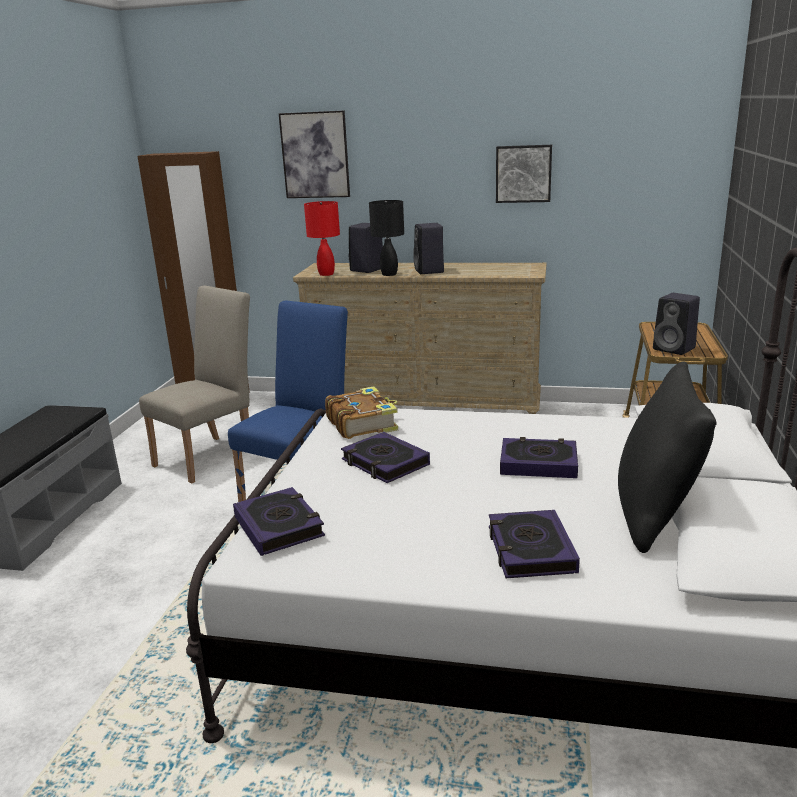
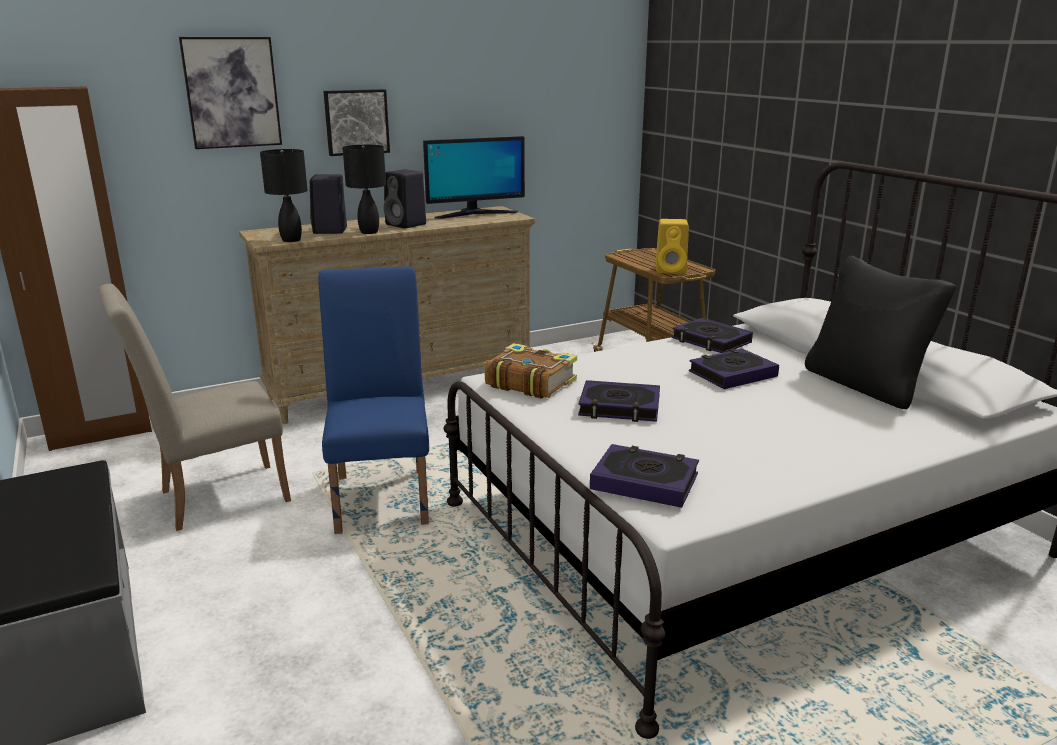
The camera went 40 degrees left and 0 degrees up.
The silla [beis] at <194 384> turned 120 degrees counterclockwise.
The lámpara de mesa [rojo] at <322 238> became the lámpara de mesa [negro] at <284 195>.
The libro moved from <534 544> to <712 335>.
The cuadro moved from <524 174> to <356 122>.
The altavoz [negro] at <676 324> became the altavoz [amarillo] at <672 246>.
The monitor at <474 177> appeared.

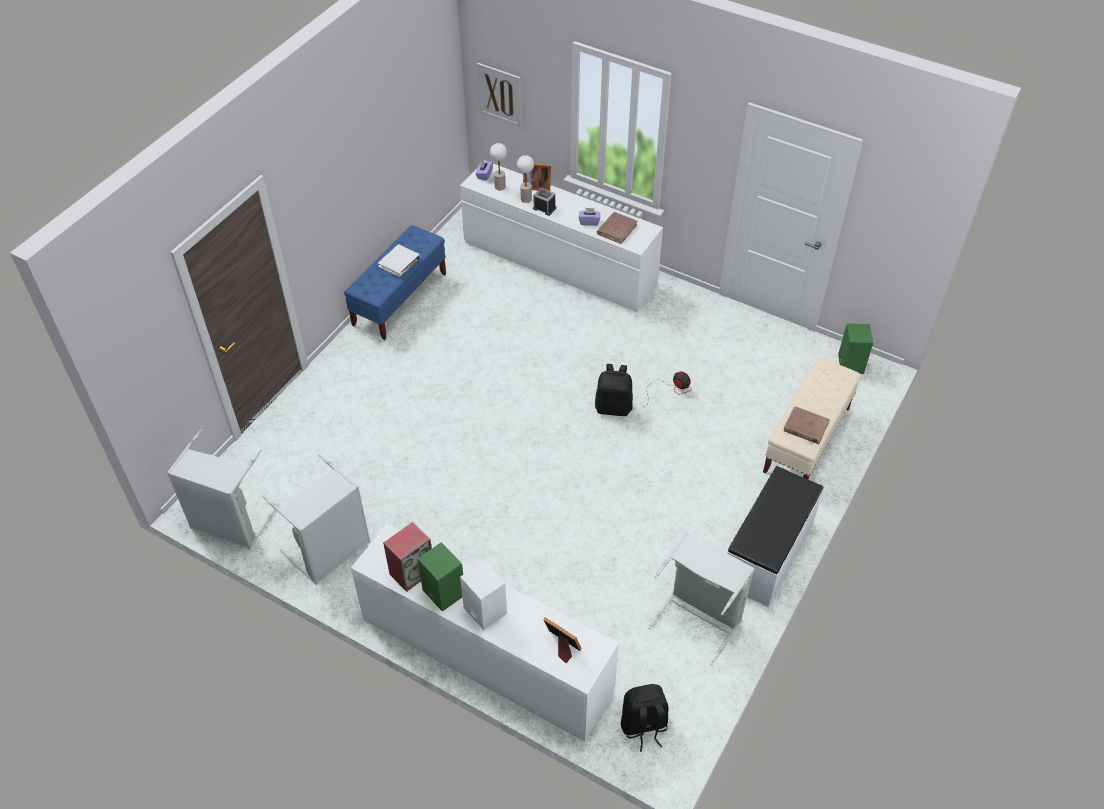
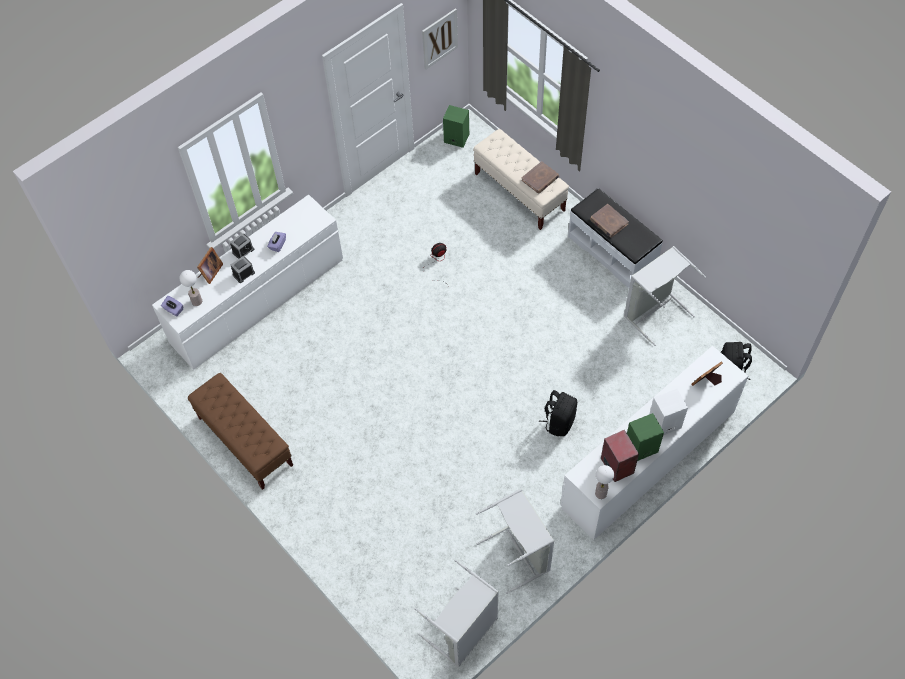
The camera went 70 degrees left and 10 degrees up.
The banco [azul] at <395 282> became the banco [marrón] at <240 431>.
The libro [blanco] at <399 260> disappeared.
The cuadro moved from <499 95> to <440 39>.
The lámpara de mesa moved from <525 179> to <604 482>.
The mochila [negro] moved from <614 390> to <558 413>.
The libro [marrón] moved from <617 228> to <609 221>.
The despertador at <242 246> appeared.

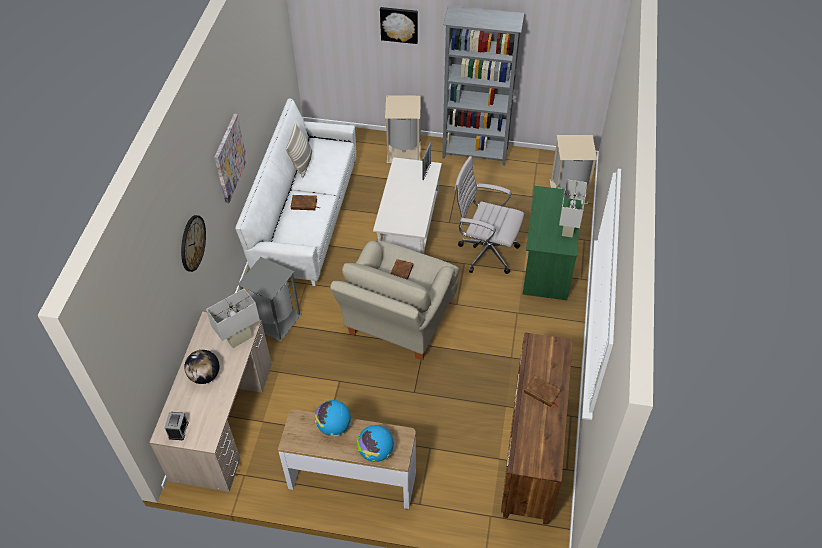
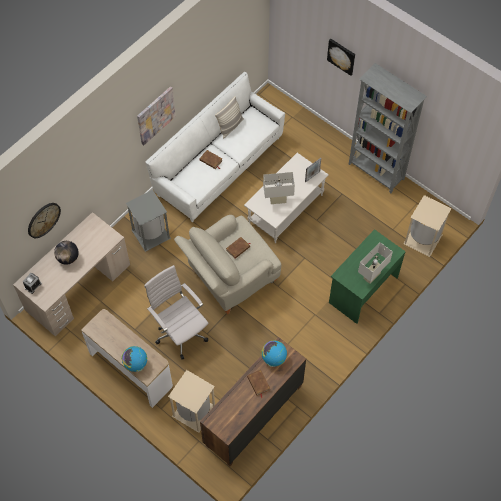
The camera went 30 degrees right and 10 degrees up.
The reloj de pared moved from <193 243> to <44 220>.
The lámpara de mesa [blanco] moved from <233 318> to <279 188>.
The globo terráqueo moved from <333 418> to <274 353>.
The papelera [beis] moved from <403 129> to <191 401>.
The silla de oficina [blanco] moved from <489 215> to <176 312>.

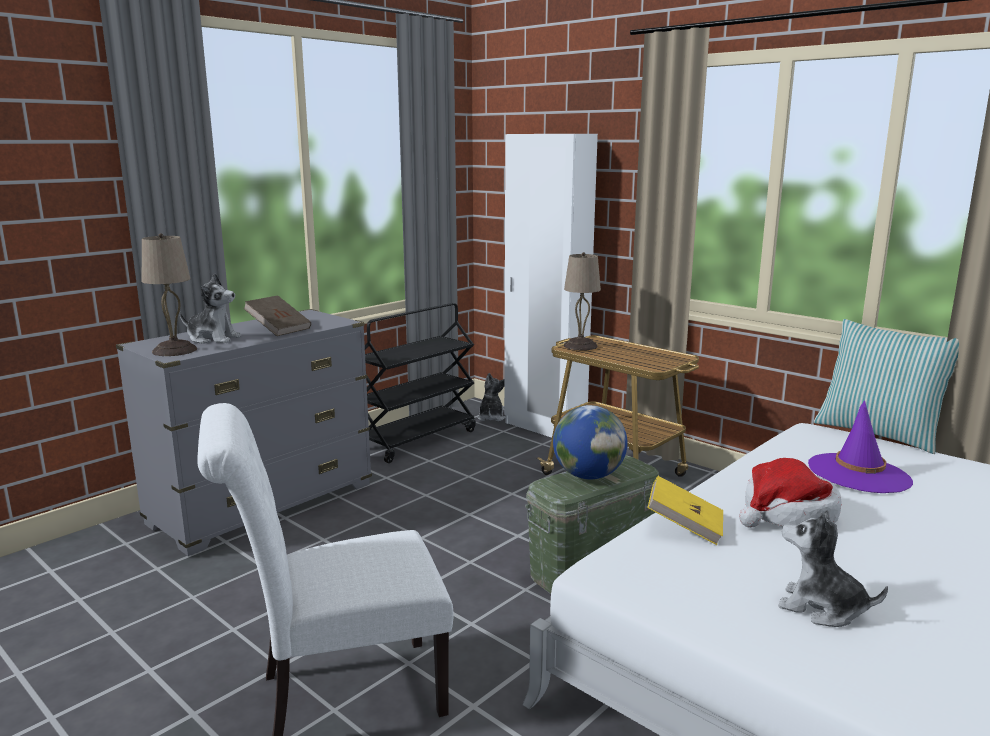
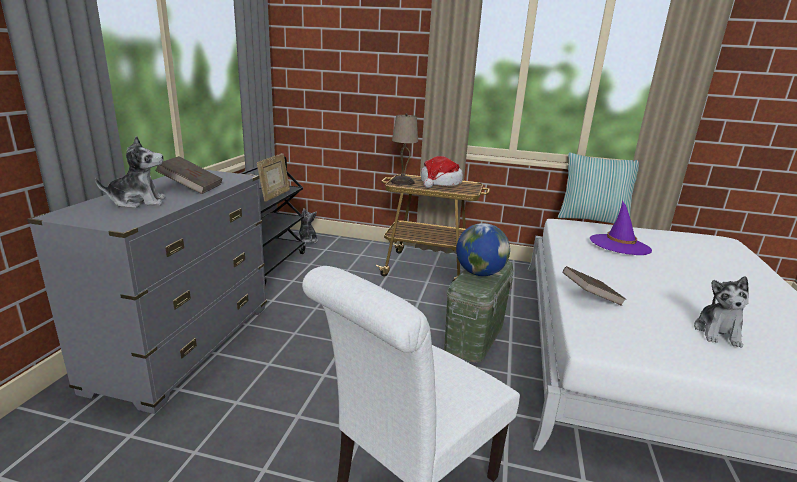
The camera went 30 degrees left and 5 degrees up.
The lámpara de mesa [beis] at <169 294> disappeared.
The armario ropero [blanco] at <551 286> disappeared.
The libro [amarillo] at <685 510> became the libro [marrón] at <594 286>.
The sombrero moved from <790 493> to <442 172>.
The peluche at <833 568> turned 75 degrees counterclockwise.
The portarretratos at <273 177> appeared.

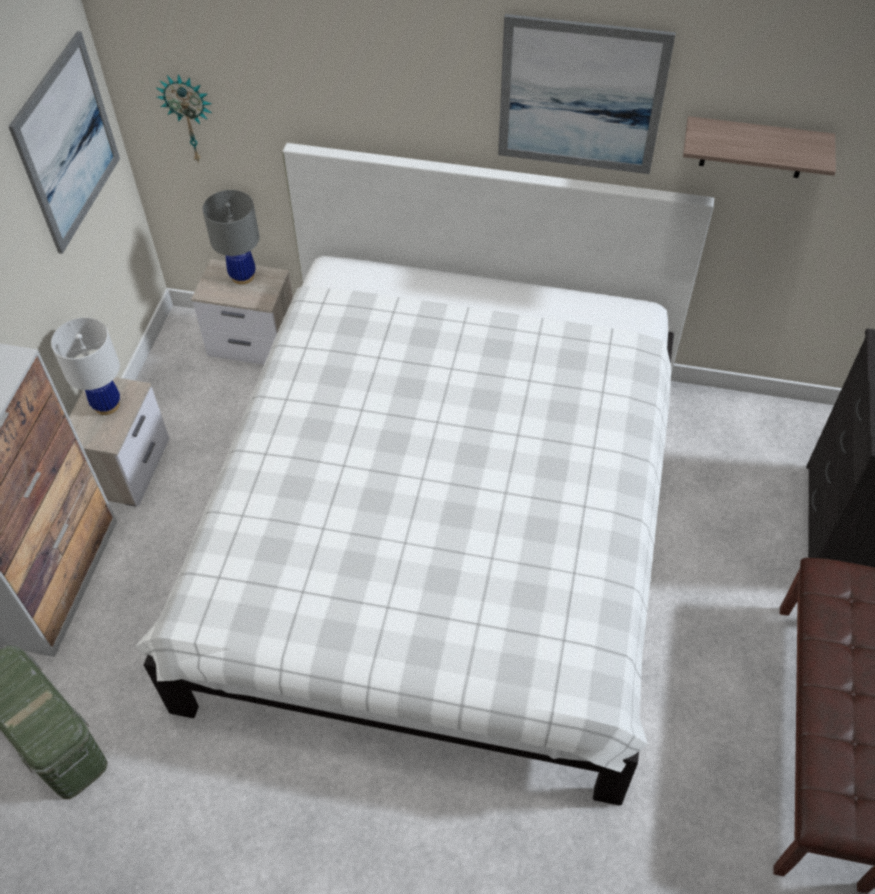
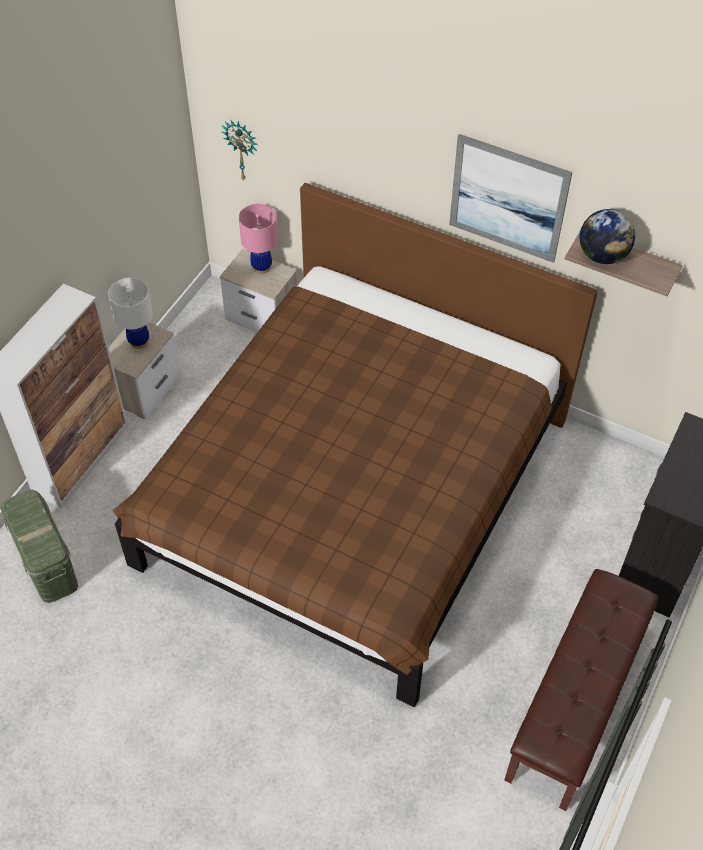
The camera went 15 degrees right and 0 degrees up.
The cuadro at <64 142> disappeared.
The cama [blanco] at <424 474> became the cama [marrón] at <355 445>.
The lámpara de mesa [gris] at <231 237> became the lámpara de mesa [rosa] at <258 239>.
The globo terráqueo at <607 236> appeared.

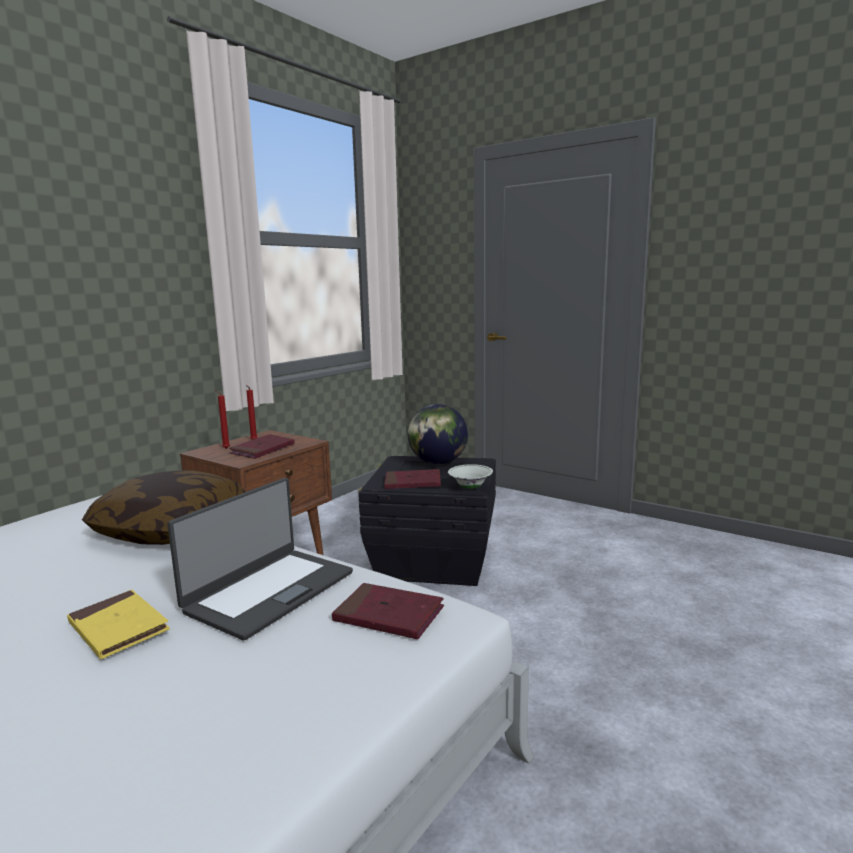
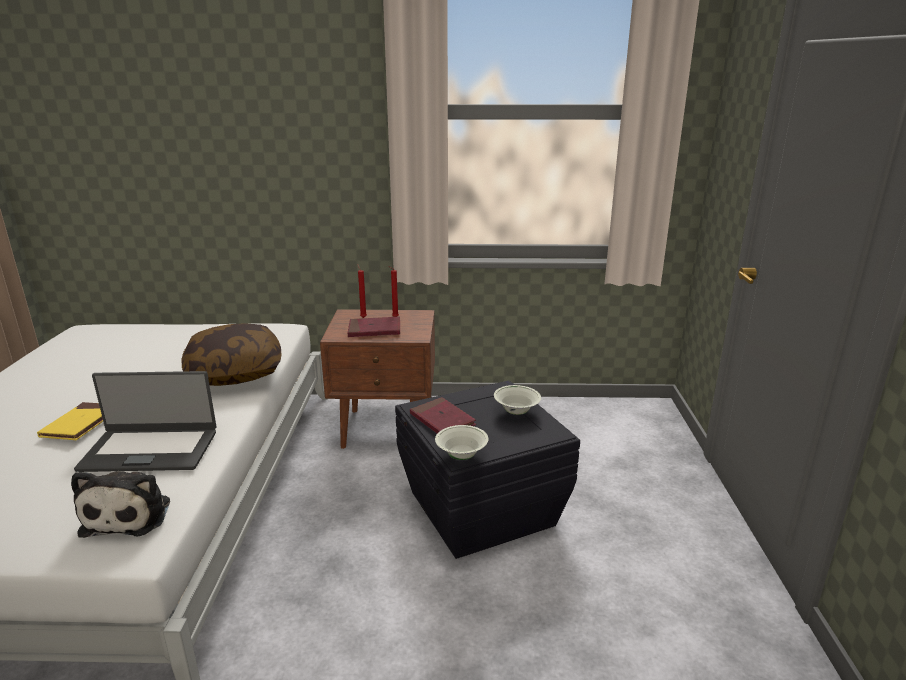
The camera went 55 degrees right and 10 degrees up.
The libro [rojo] at <388 611> was replaced by the peluche at <120 504>.
The globo terráqueo at <438 434> was replaced by the cuenco [blanco] at <517 400>.

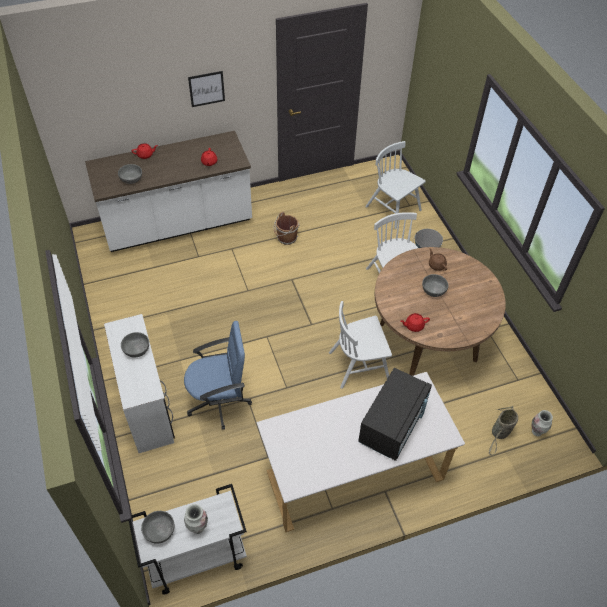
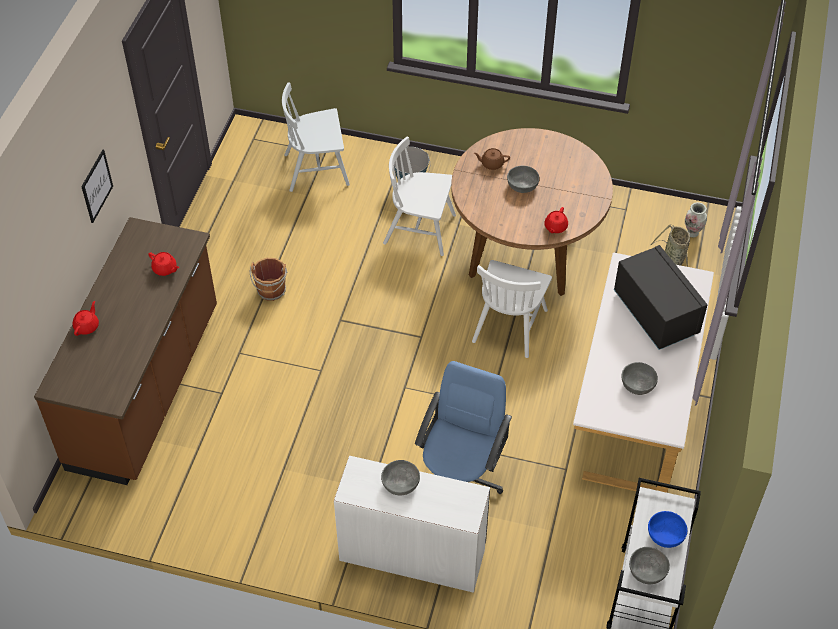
The camera went 55 degrees left and 0 degrees up.
The mueble bajo de cocina [blanco] at <168 191> became the mueble bajo de cocina [marrón] at <125 351>.
The cuenco [gris] moved from <130 174> to <640 378>.
The florero at <196 519> was replaced by the cuenco [azul] at <668 529>.

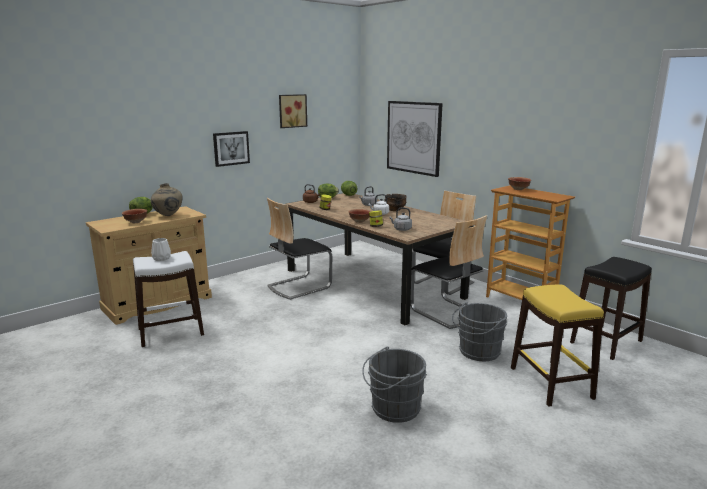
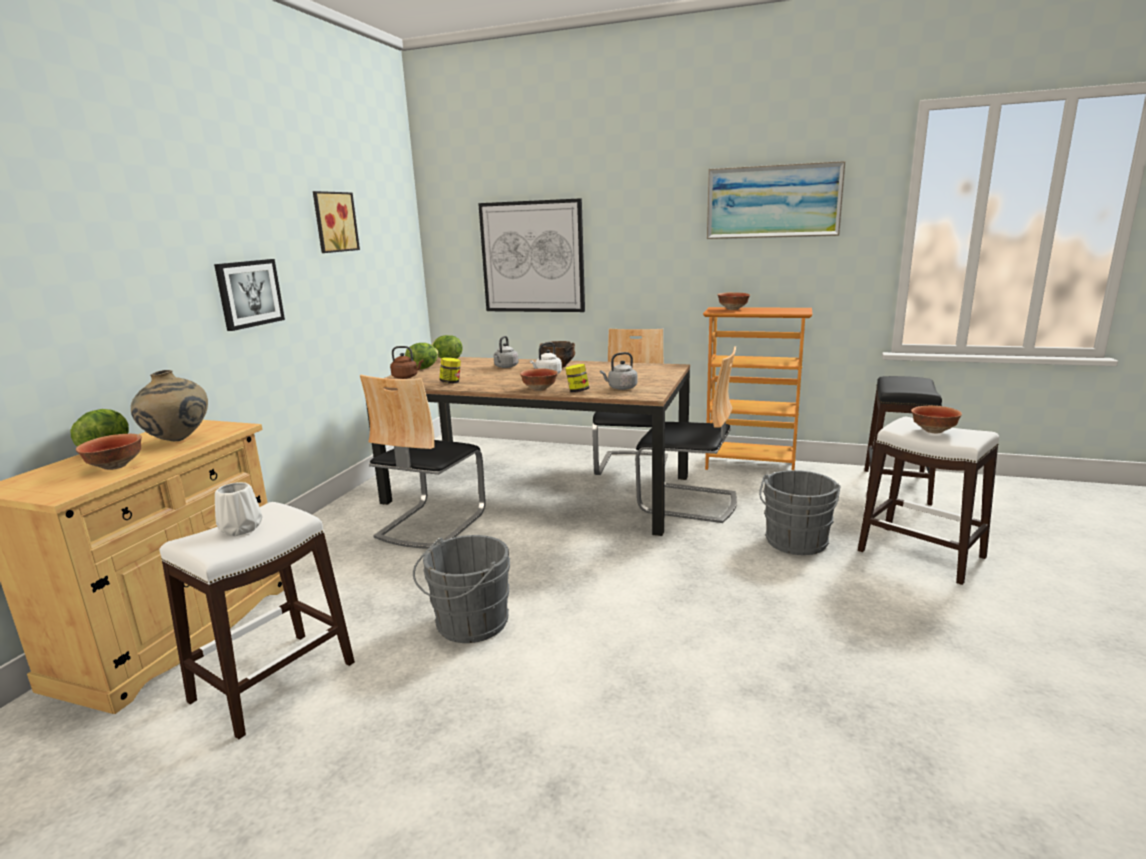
The camera went 30 degrees left and 0 degrees up.
The cubo [gris] moved from <394 385> to <461 589>.
The taburete [amarillo] at <557 345> became the taburete [blanco] at <928 501>.
The cuadro at <776 200> appeared.
The cuenco at <936 419> appeared.

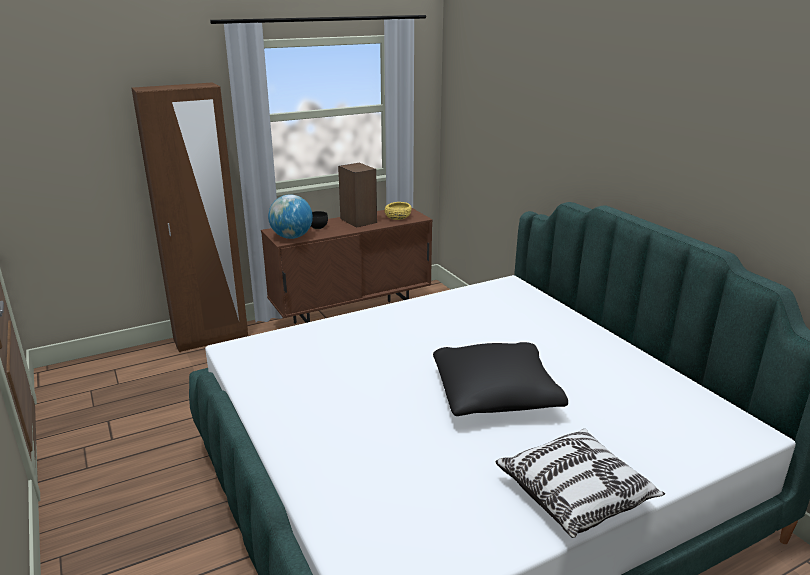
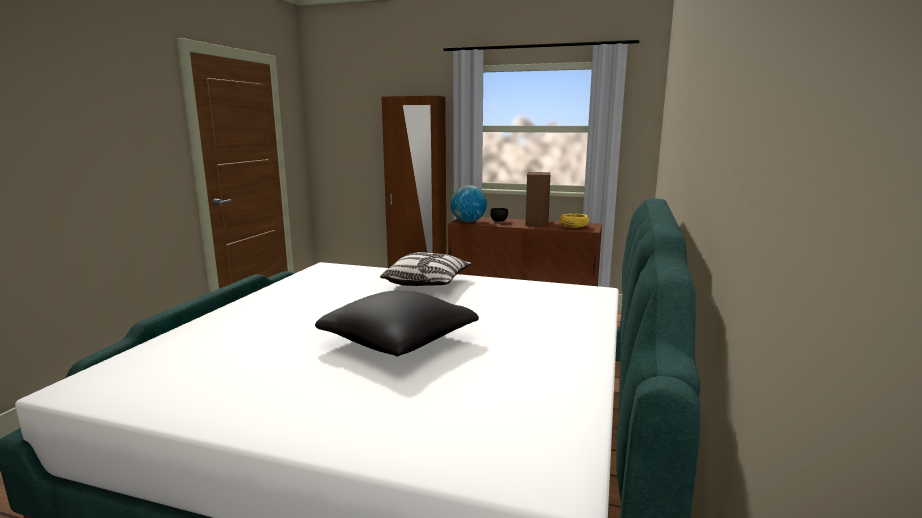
The camera went 45 degrees right and 10 degrees down.
The cojín moved from <580 483> to <426 269>.

